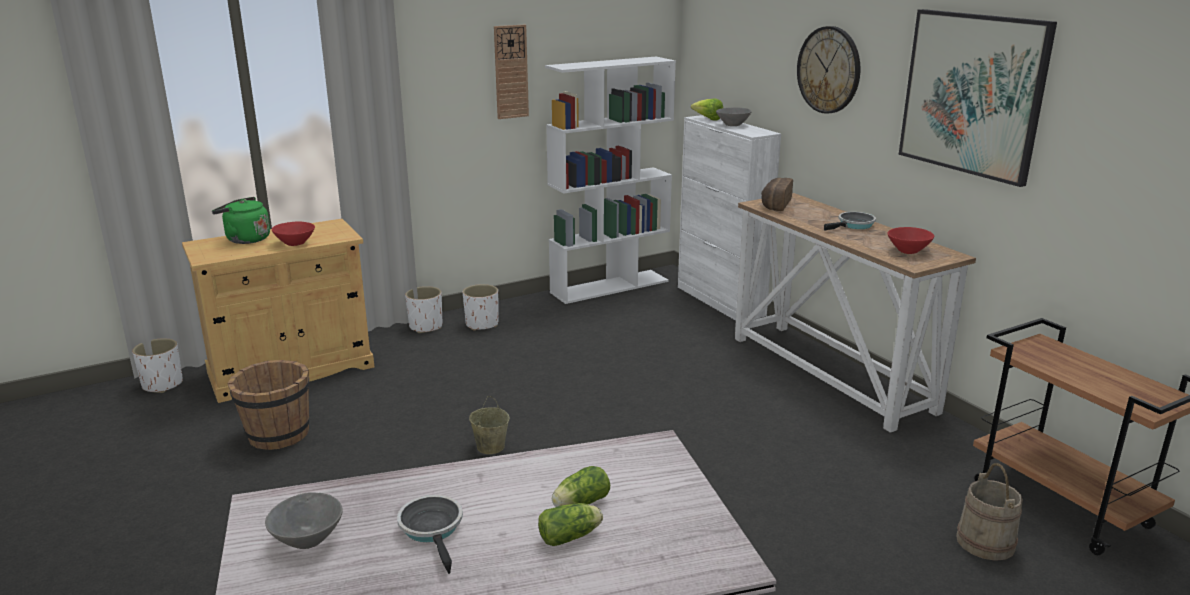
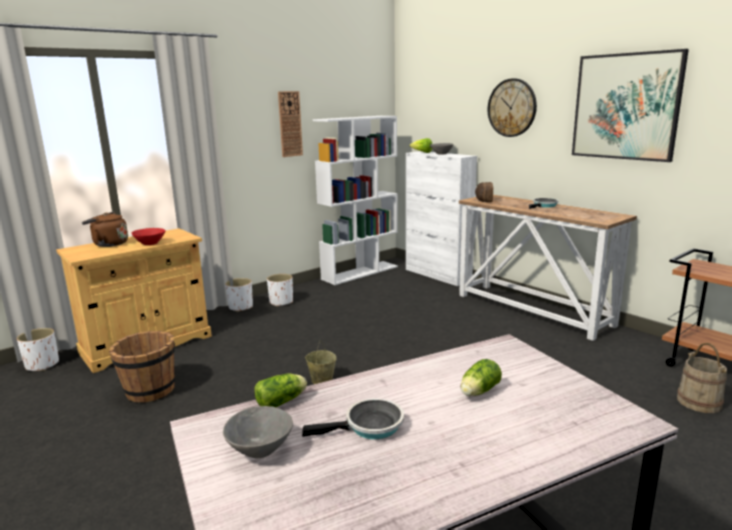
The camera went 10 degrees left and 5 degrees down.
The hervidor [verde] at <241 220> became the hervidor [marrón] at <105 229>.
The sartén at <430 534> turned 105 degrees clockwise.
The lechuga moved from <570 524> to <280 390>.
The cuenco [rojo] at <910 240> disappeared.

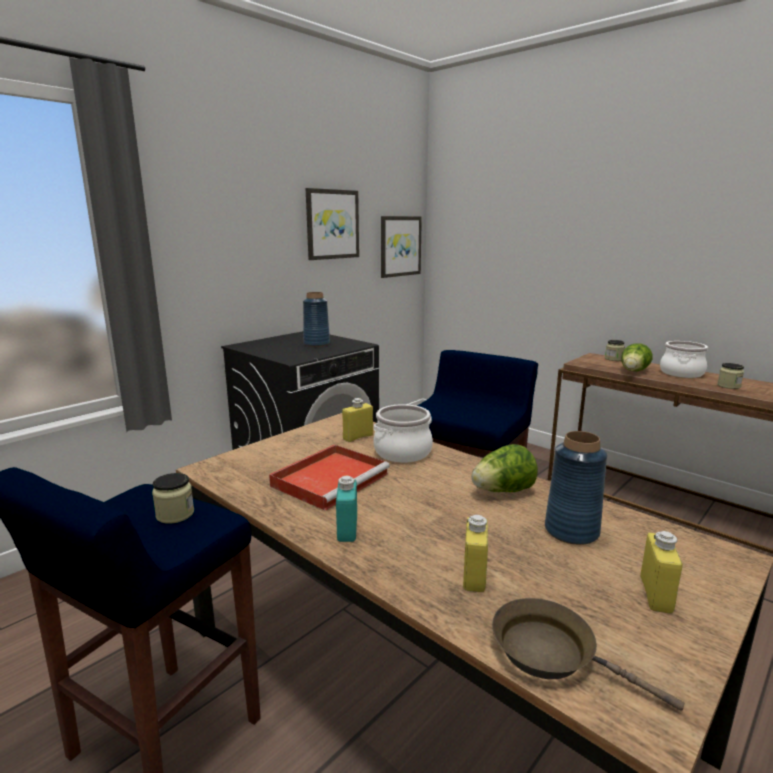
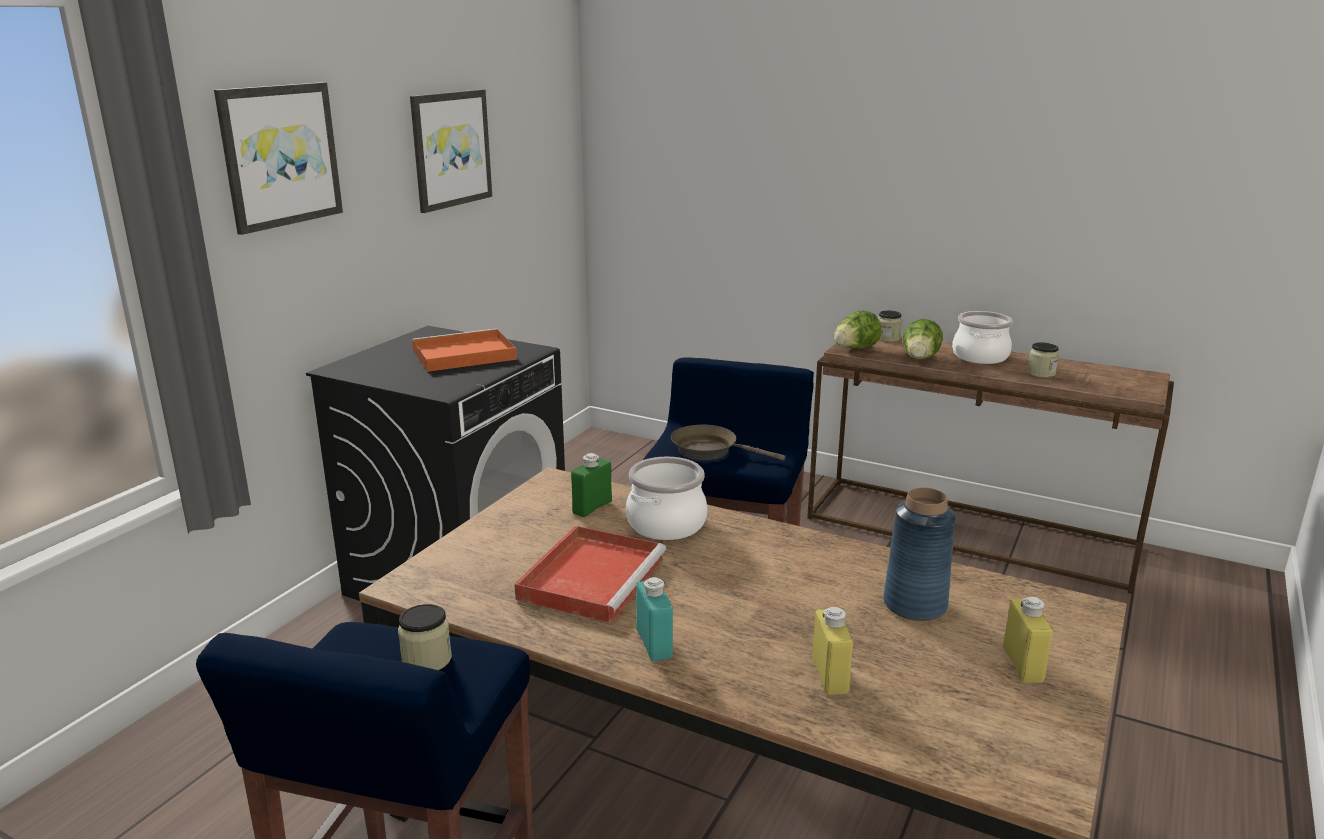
The camera went 15 degrees left and 5 degrees up.
The florero [azul] at <316 319> was replaced by the bandeja [naranja] at <464 350>.
The botella [amarillo] at <357 420> became the botella [verde] at <591 485>.
The cuadro moved from <401 247> to <278 158>.
The lechuga moved from <504 468> to <858 330>.
The sartén [marrón] moved from <588 654> to <728 442>.

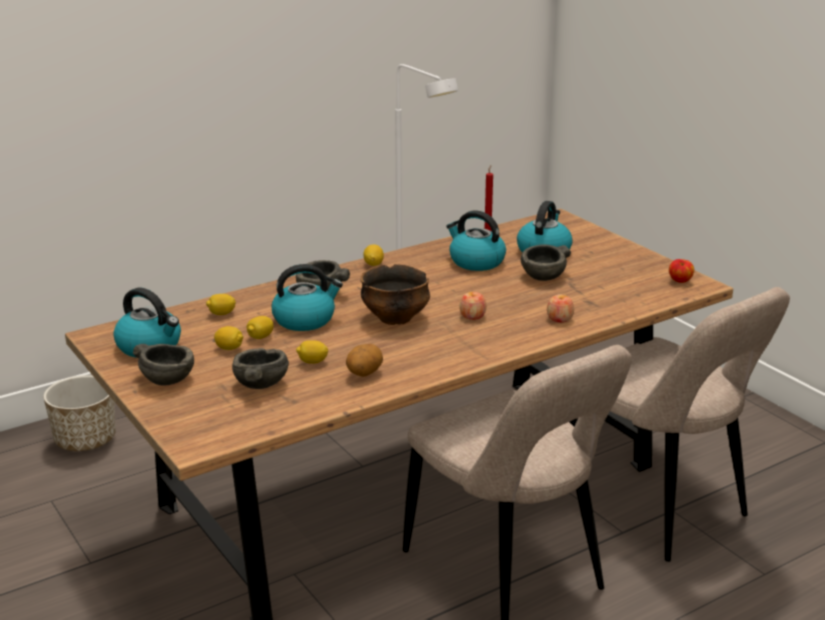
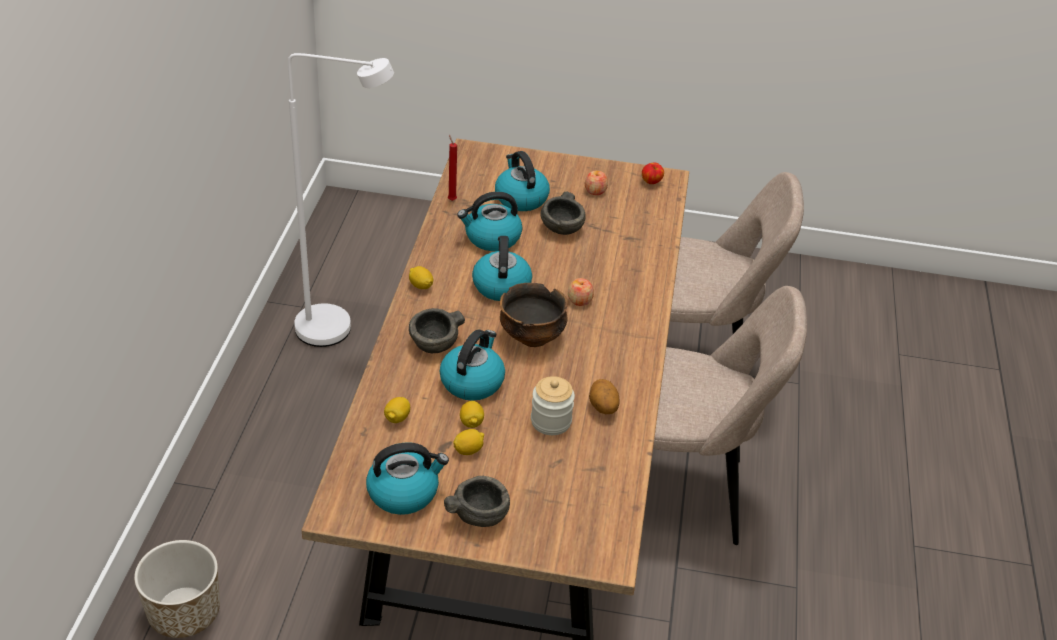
The camera went 50 degrees left and 15 degrees up.
The cuenco [gris] at <260 368> disappeared.
The limón at <312 352> was replaced by the tarro at <553 405>.
The manzana moved from <560 308> to <596 183>.
The hervidor at <502 268> appeared.

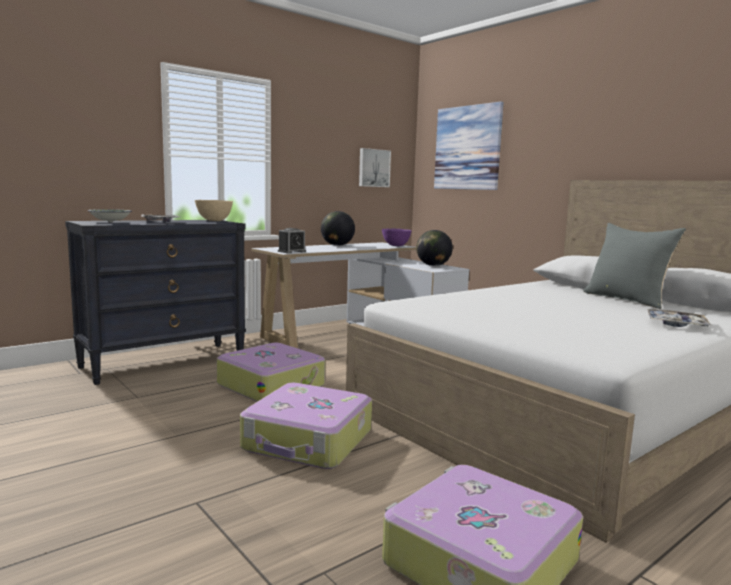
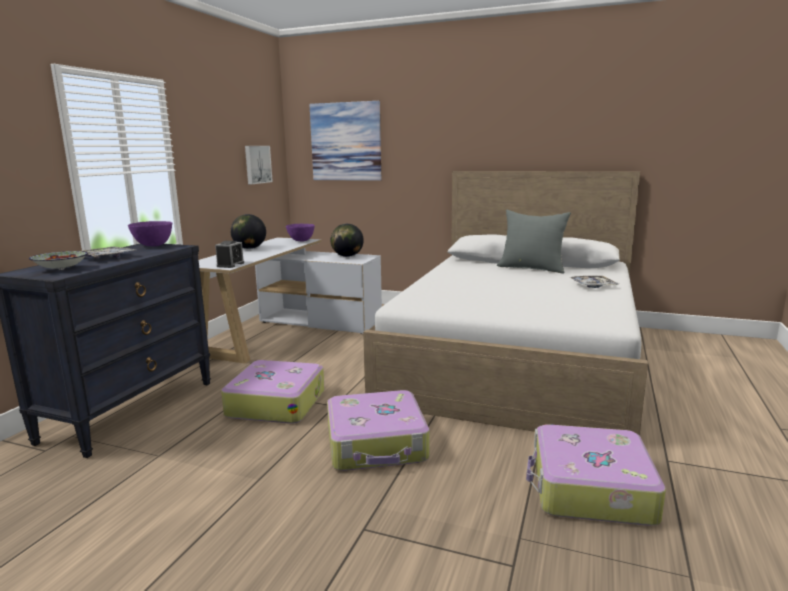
The camera went 30 degrees left and 5 degrees up.
The cuenco [beis] at <214 210> became the cuenco [morado] at <150 233>.

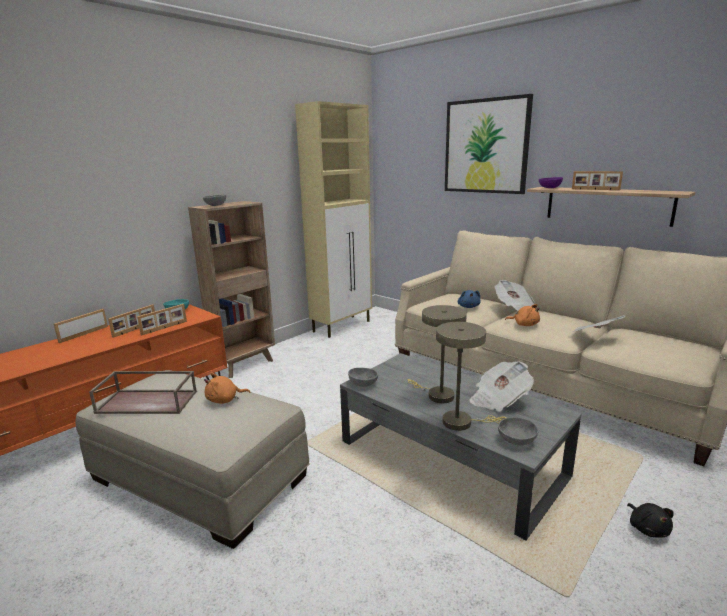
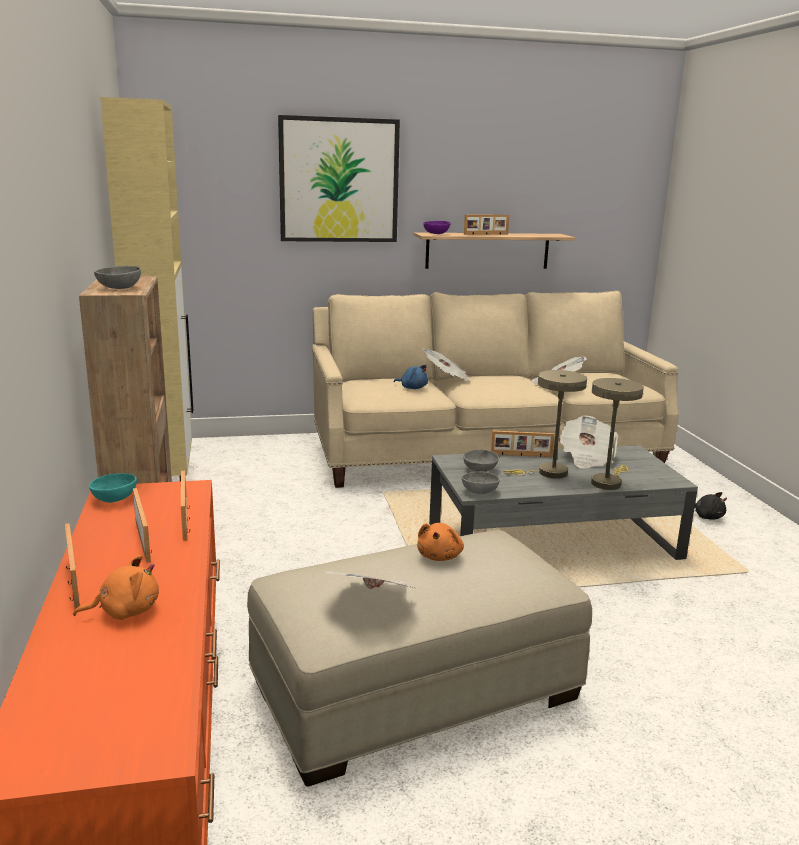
The camera went 55 degrees left and 0 degrees up.
The bandeja [marrón] at <143 392> was replaced by the periódico at <370 580>.
The cuenco [gris] moved from <518 431> to <481 460>.
The peluche [naranja] moved from <522 315> to <116 587>.
The portarretratos at <522 444> appeared.

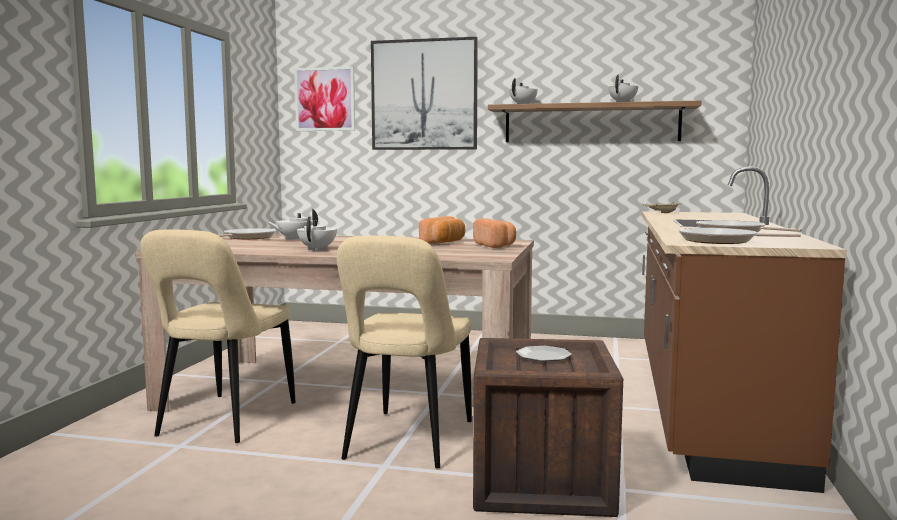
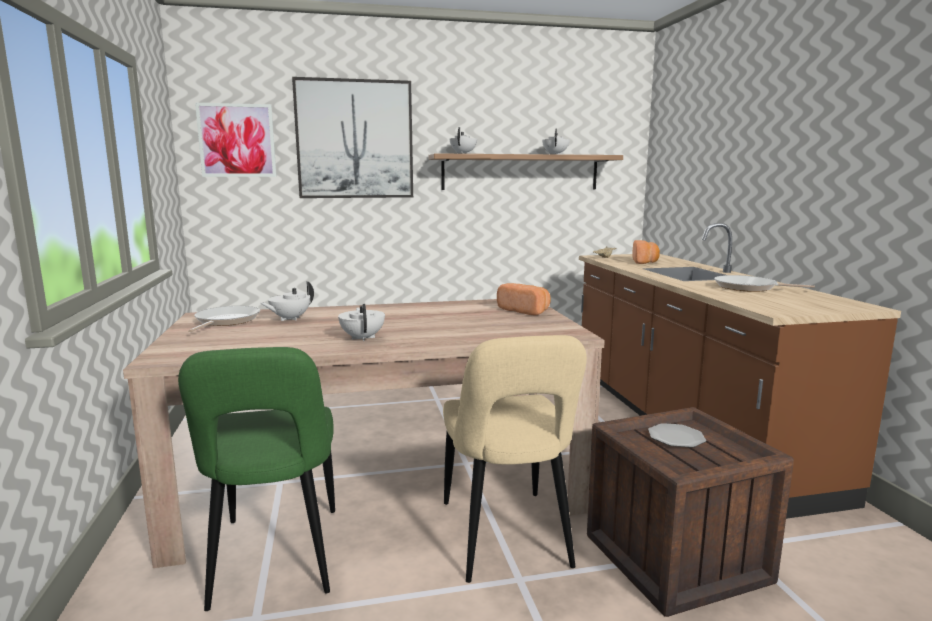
The camera went 25 degrees left and 5 degrees up.
The silla [beis] at <218 336> became the silla [verde] at <256 479>.
The pan moved from <442 230> to <646 252>.
The sartén at <739 236> disappeared.

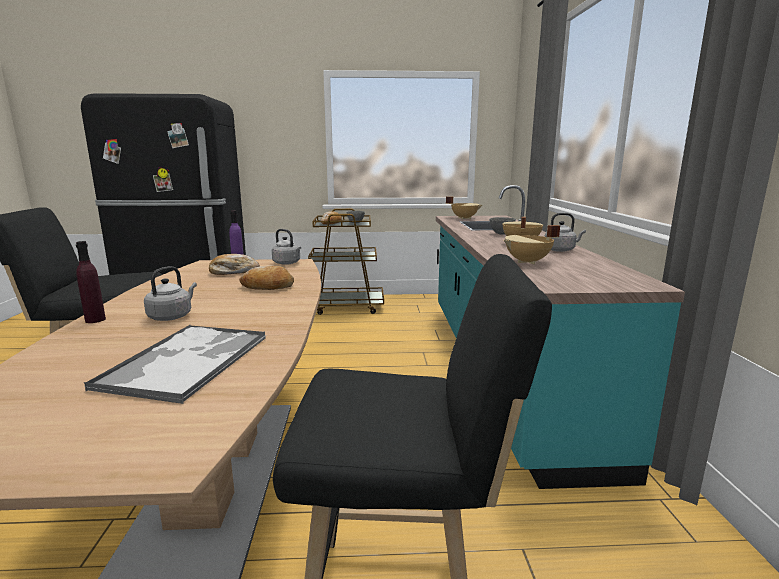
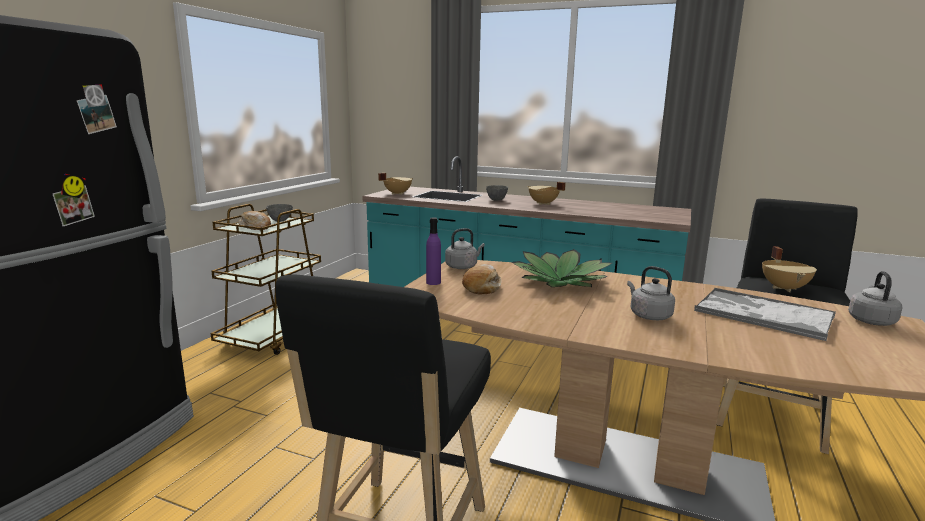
The camera went 65 degrees left and 0 degrees up.
The botella [morado] at <91 282> disappeared.
The pan at <266 278> was replaced by the planta en maceta at <562 268>.
The olla [beis] moved from <531 244> to <789 269>.
The hervidor [gris] moved from <565 232> to <875 298>.

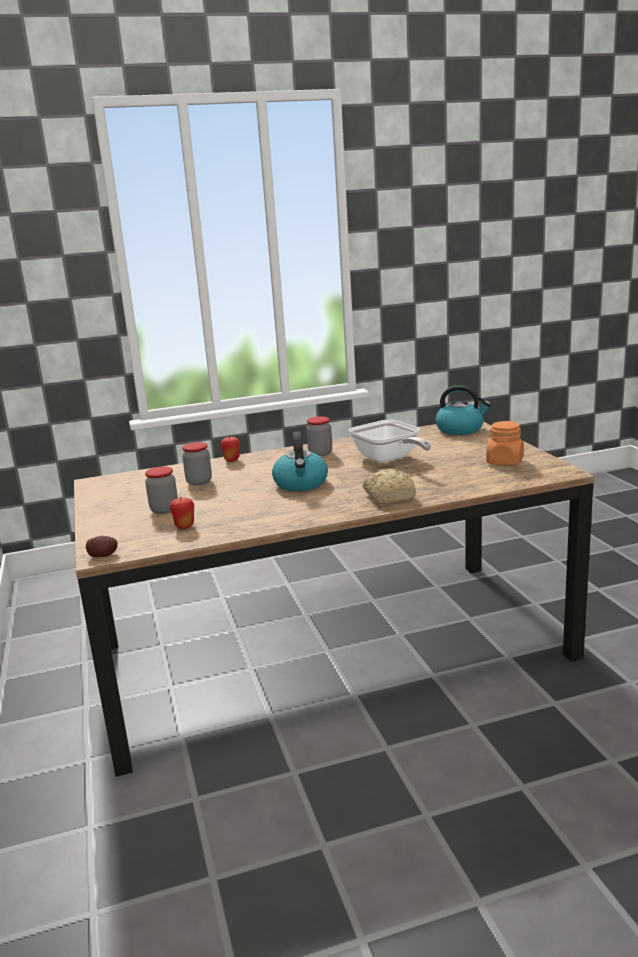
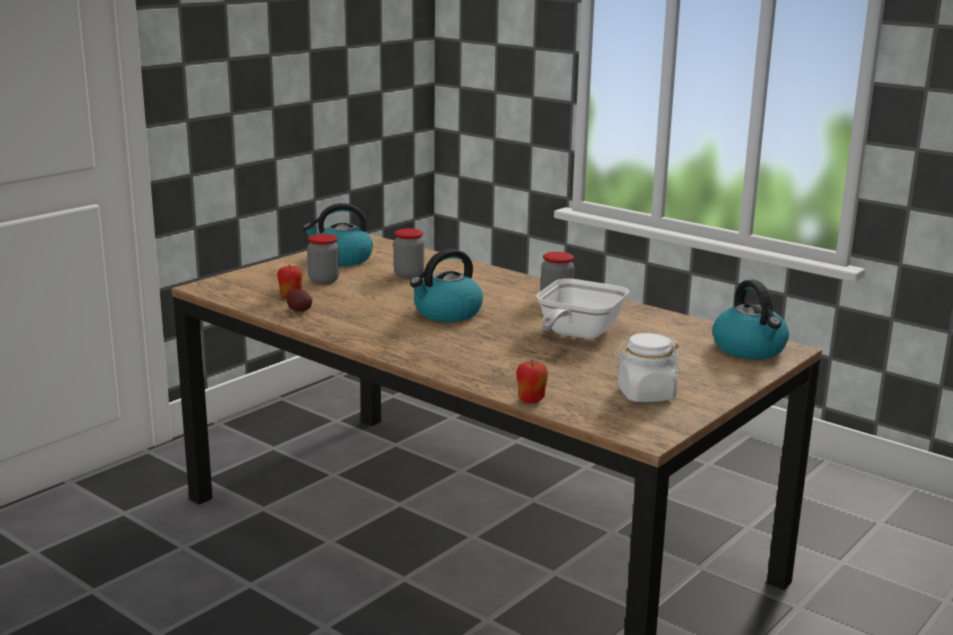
The camera went 55 degrees right and 0 degrees up.
The patata moved from <102 546> to <299 300>.
The manzana moved from <230 449> to <532 381>.
The pan at <389 486> disappeared.
The tarro [naranja] at <505 443> became the tarro [blanco] at <648 367>.
The hervidor at <338 234> appeared.

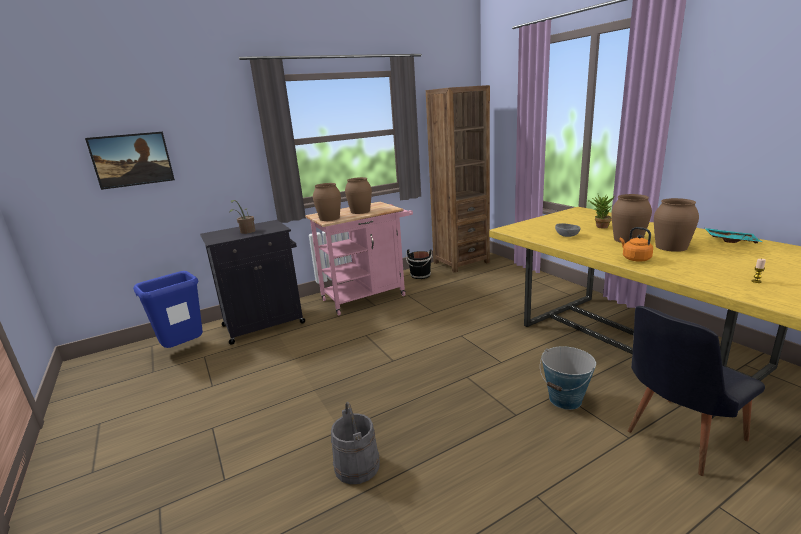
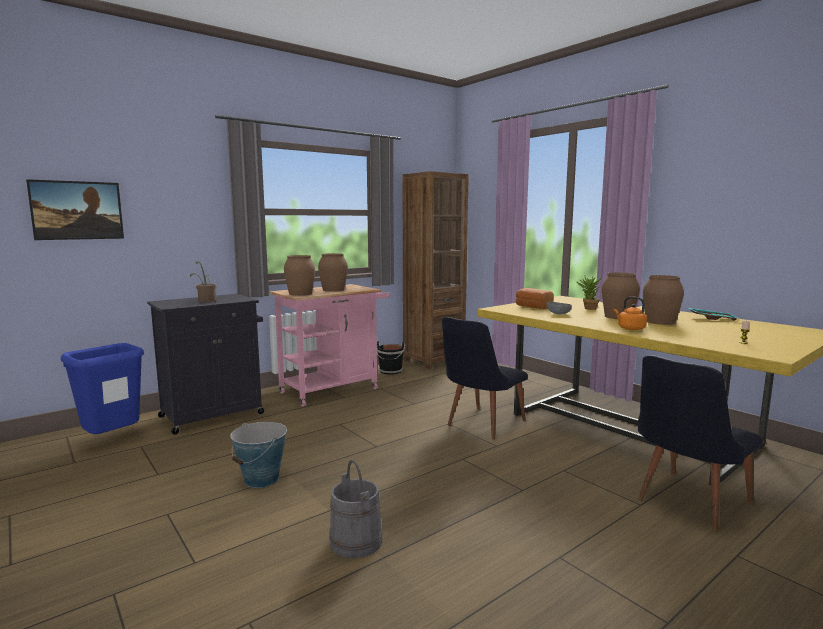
The camera went 10 degrees left and 10 degrees down.
The cubo moved from <568 378> to <258 455>.
The silla [negro] at <485 378> appeared.
The pan at <535 298> appeared.

